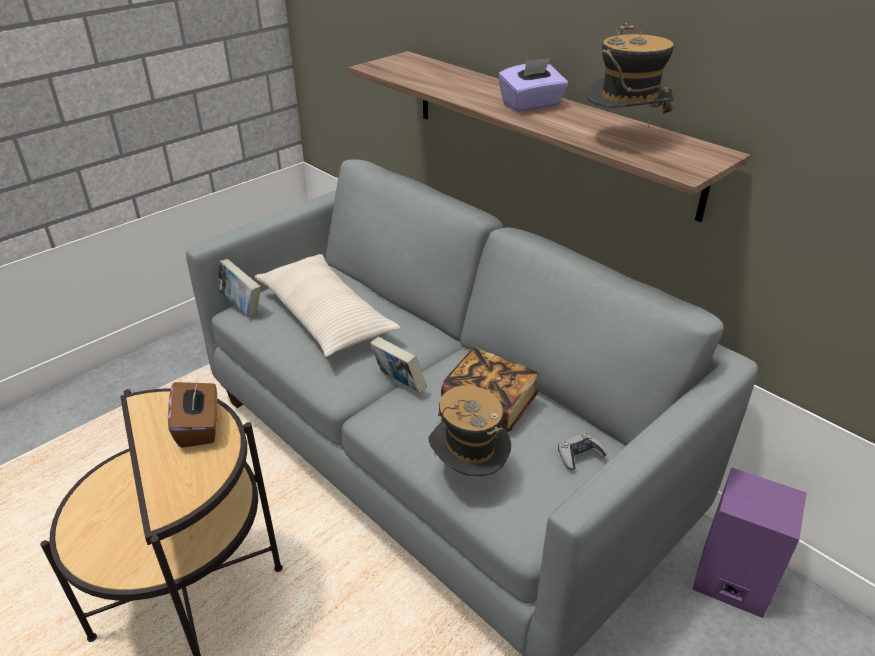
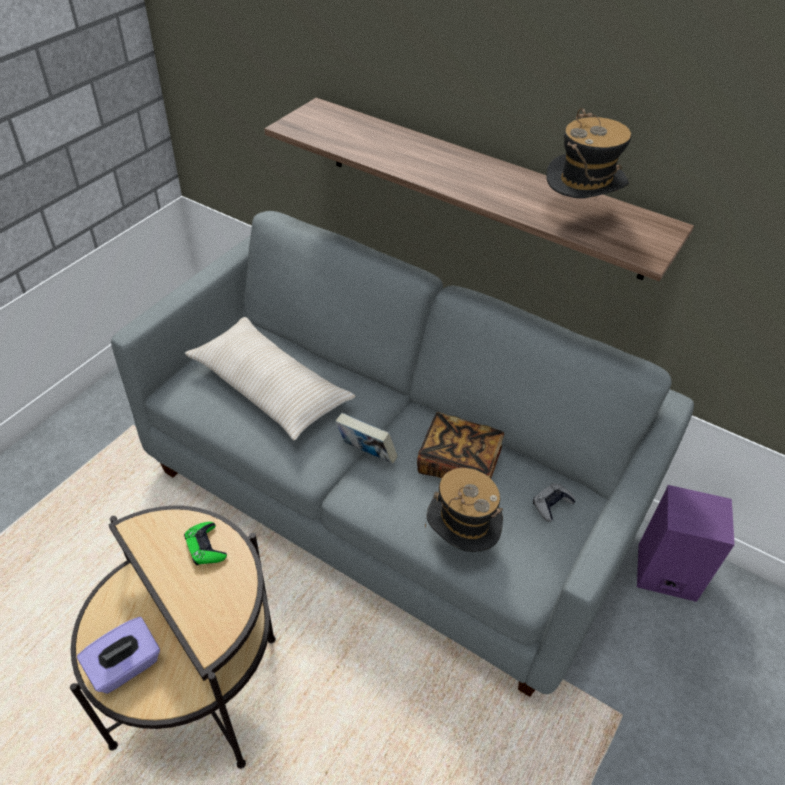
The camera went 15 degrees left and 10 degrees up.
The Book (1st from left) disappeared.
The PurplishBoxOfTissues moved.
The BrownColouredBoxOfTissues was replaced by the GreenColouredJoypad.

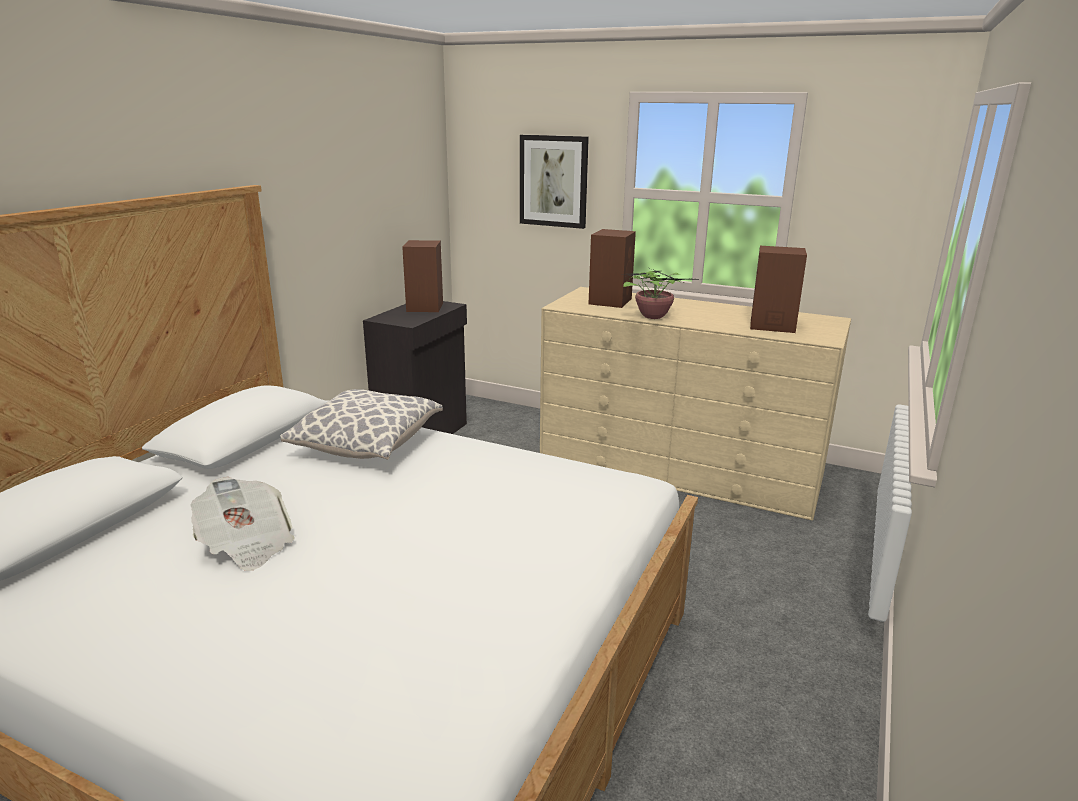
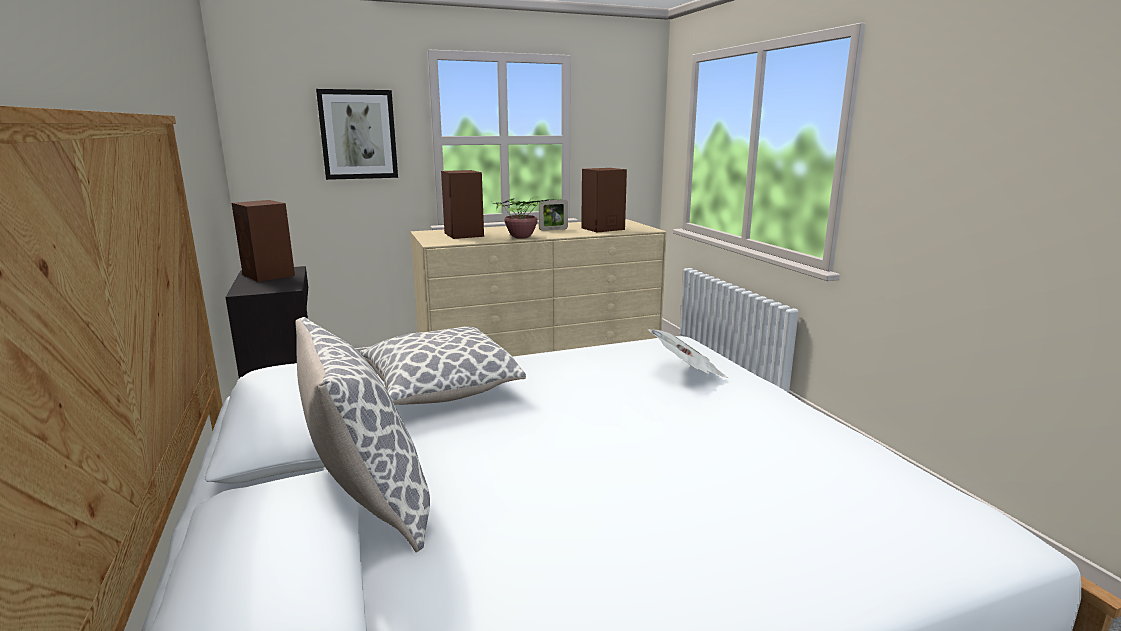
The camera went 45 degrees left and 5 degrees down.
The ThrowPillow (1st from left) appeared.
The PhotoFrame appeared.
The Newspaper moved.

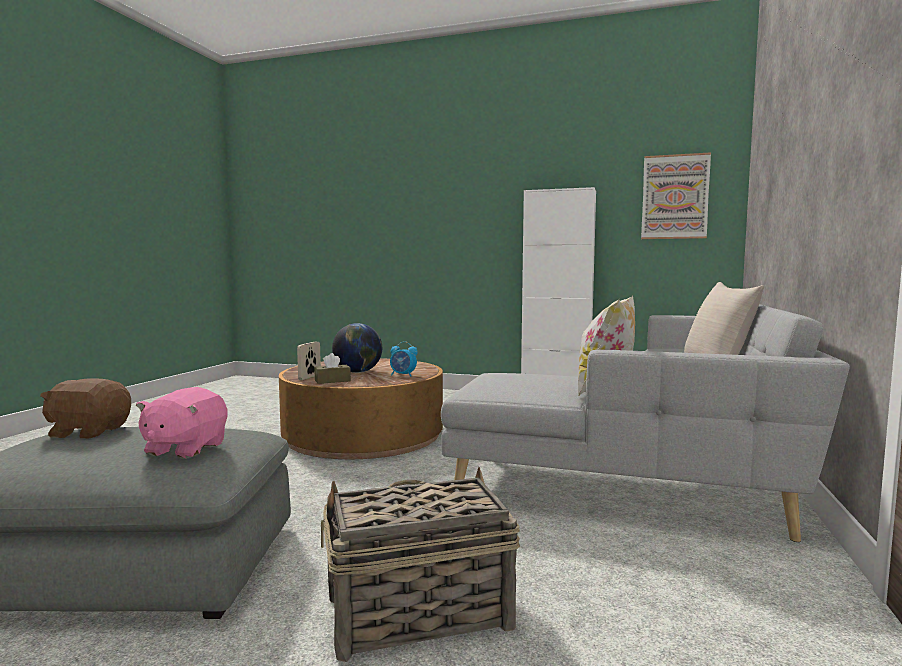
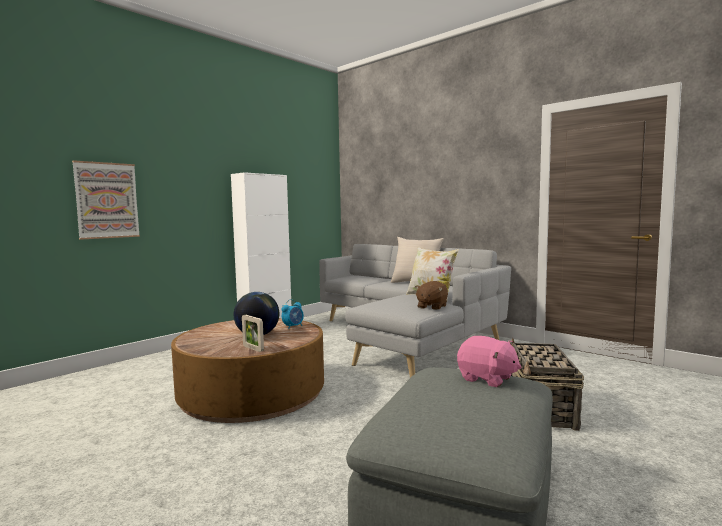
The camera went 65 degrees left and 0 degrees up.
The BrownColouredBoxOfTissues disappeared.
The BrownColouredSoftToy moved.
The WallPicture moved.

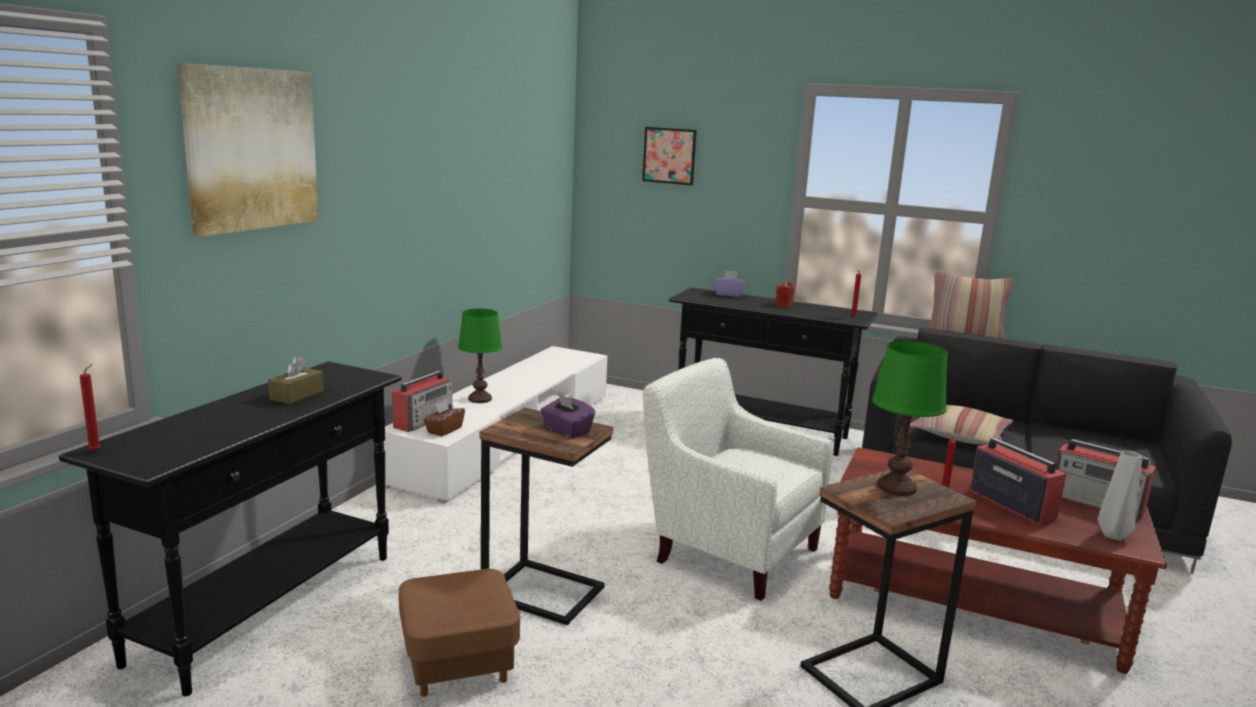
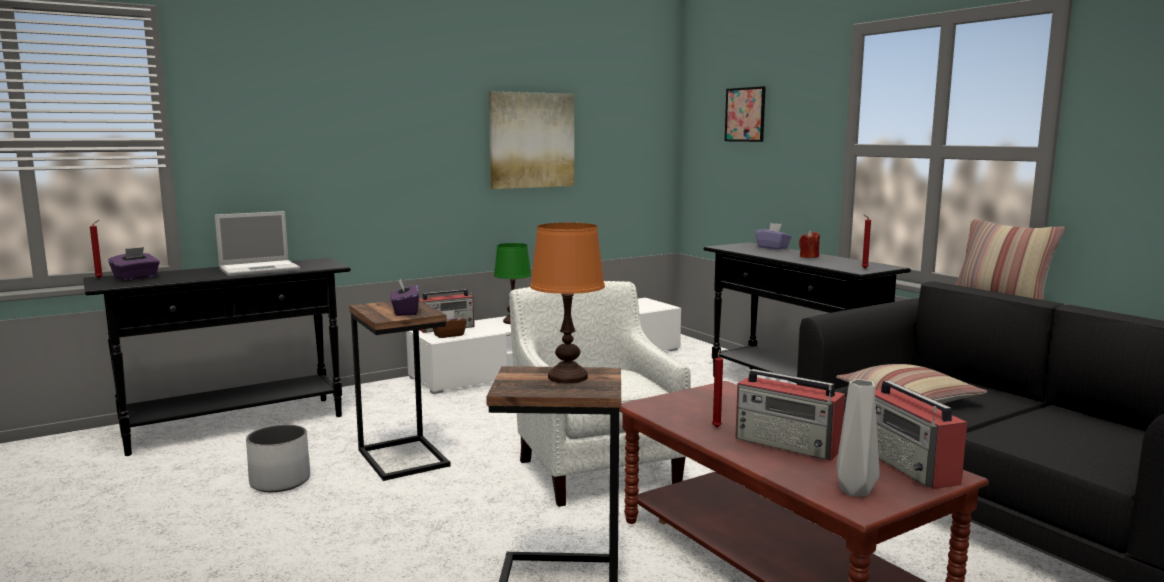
The camera went 35 degrees right and 5 degrees down.
The PurplishBoxOfTissues (1st from left) appeared.
The WallPicture (1st from left) moved.
The BrownColouredBoxOfTissues (1st from left) was replaced by the PortableComputer.
The BrownColouredFootrest was replaced by the WhitePlantPot.
The GreenColouredLampForATable (2nd from left) became the OrangeColouredLampForATable.
The RadioReceiver (2nd from left) turned 120 degrees clockwise.

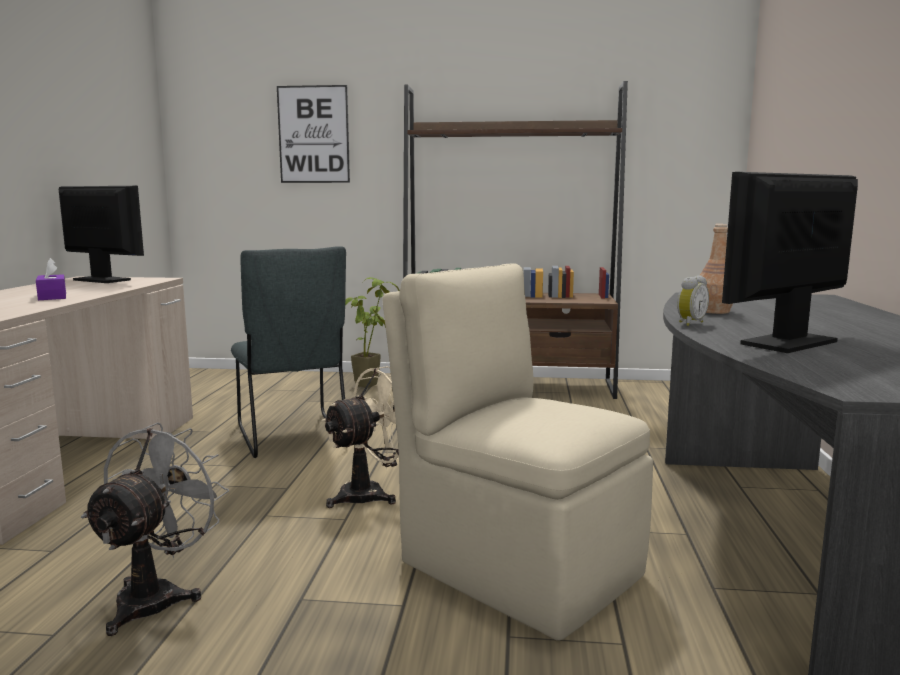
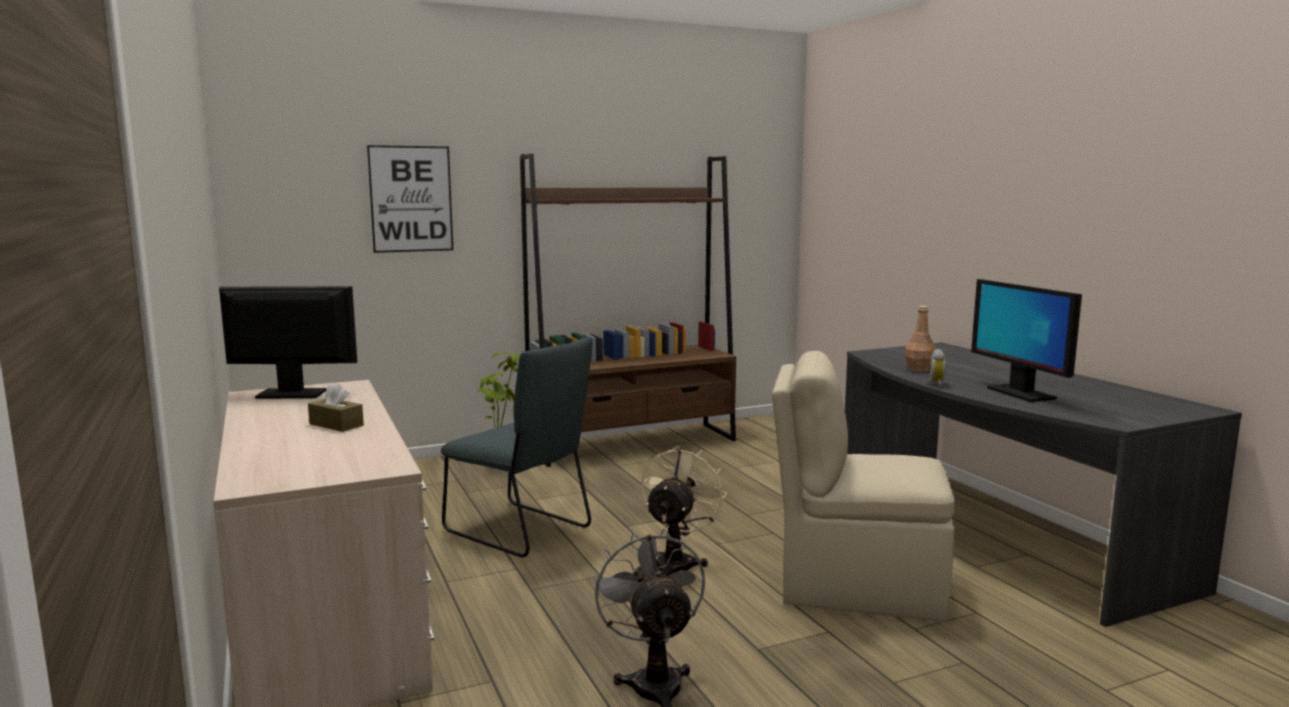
The camera went 30 degrees left and 0 degrees up.
The PurplishBoxOfTissues became the BrownColouredBoxOfTissues.
The ComputerScreen (2nd from left) turned 45 degrees counterclockwise.

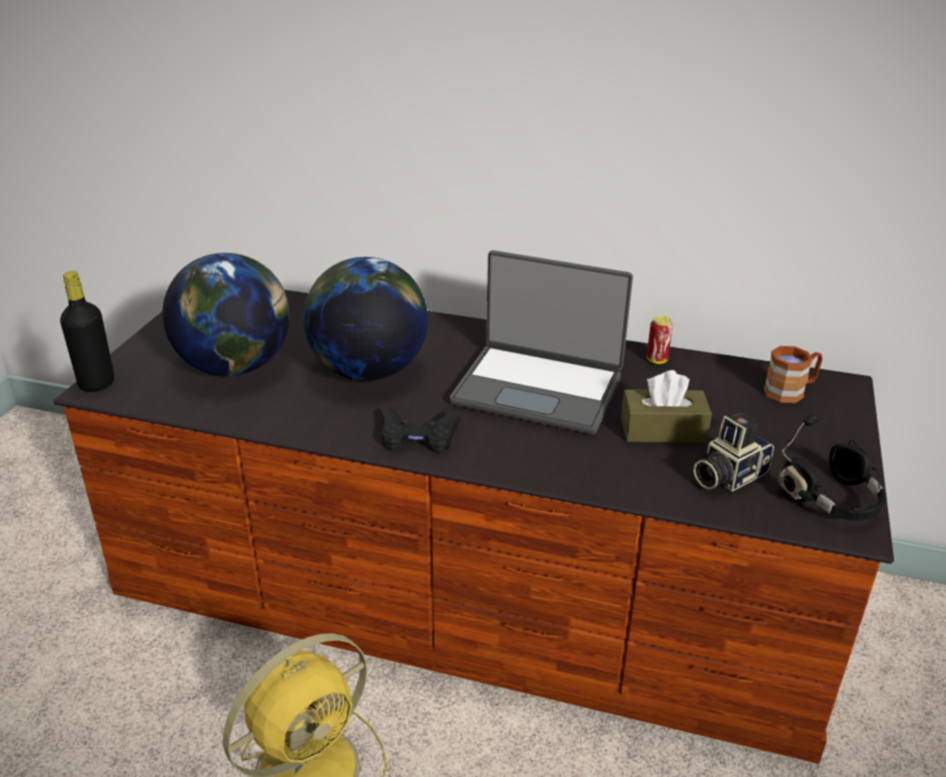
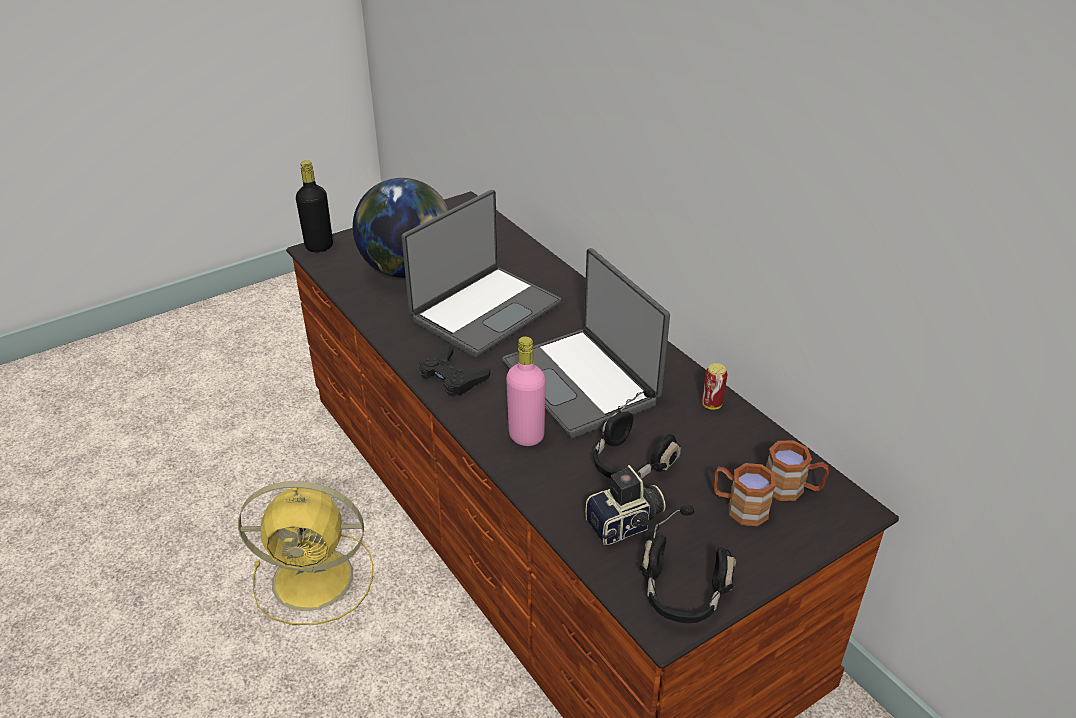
The camera went 40 degrees right and 5 degrees up.
The PinkishDrinkBottle appeared.
The BrownColouredMug (1st from left) appeared.
The DeskGlobe (2nd from left) was replaced by the PortableComputer (1st from left).
The BrownColouredBoxOfTissues was replaced by the BlackHeadphones (1st from left).
The StillCamera turned 150 degrees clockwise.

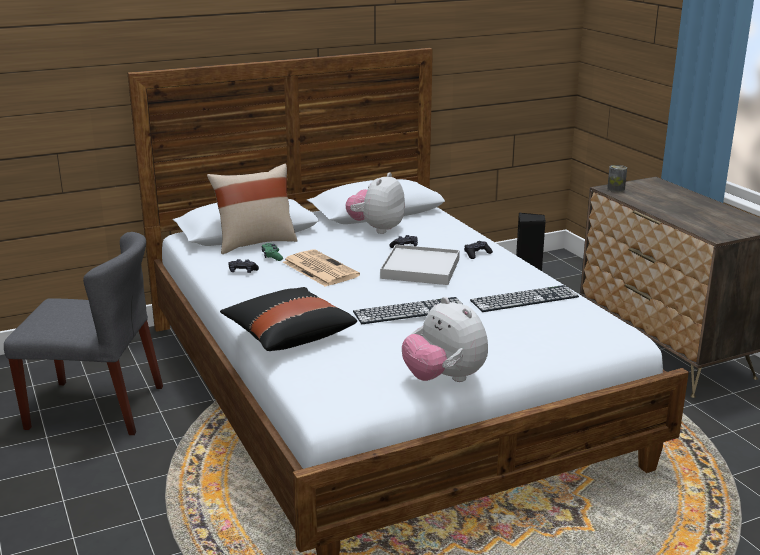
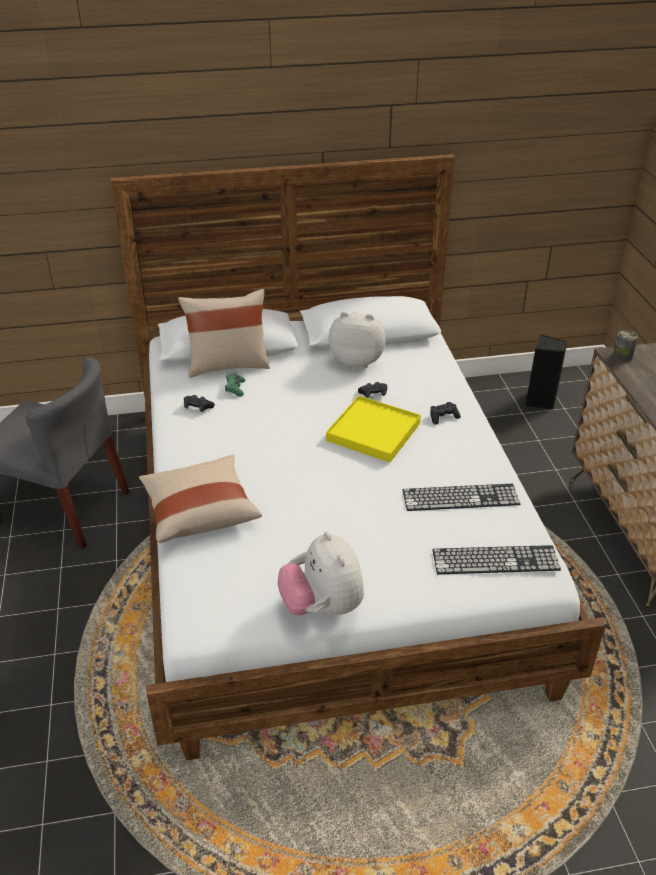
The camera went 15 degrees right and 15 degrees up.
The Newspaper disappeared.
The PcKeyboard (1st from left in the first image) moved.
The BlackThrowPillow became the SandColouredThrowPillow (1st from left).
The WhiteServingTray became the YellowServingTray.
The SoftToy (1st from left in the first image) turned 60 degrees clockwise.

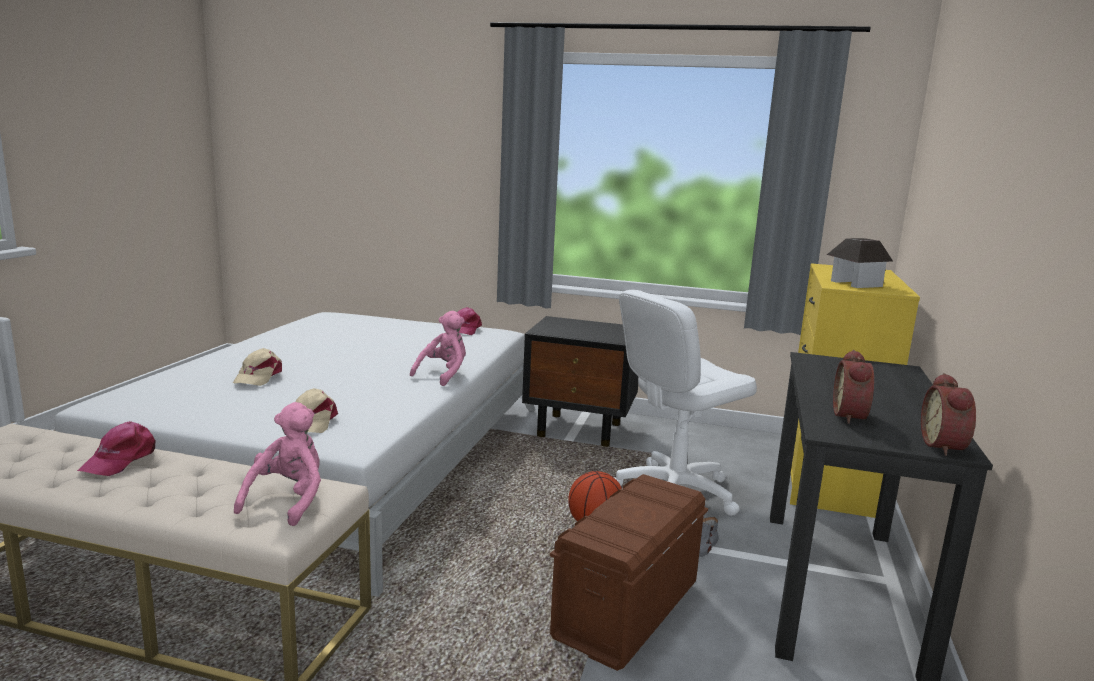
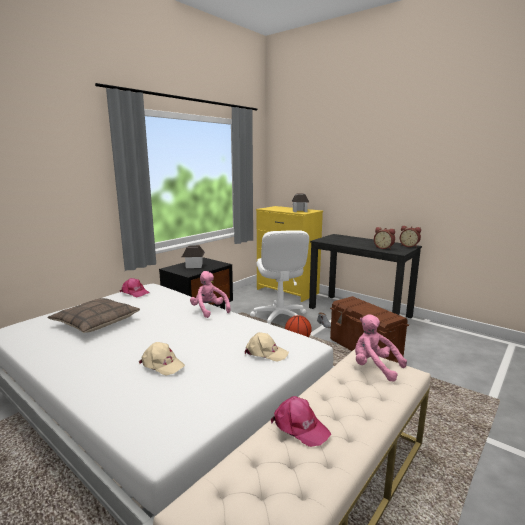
The camera went 65 degrees left and 0 degrees up.
The ThrowPillow appeared.
The ToyHouse (1st from left) appeared.

